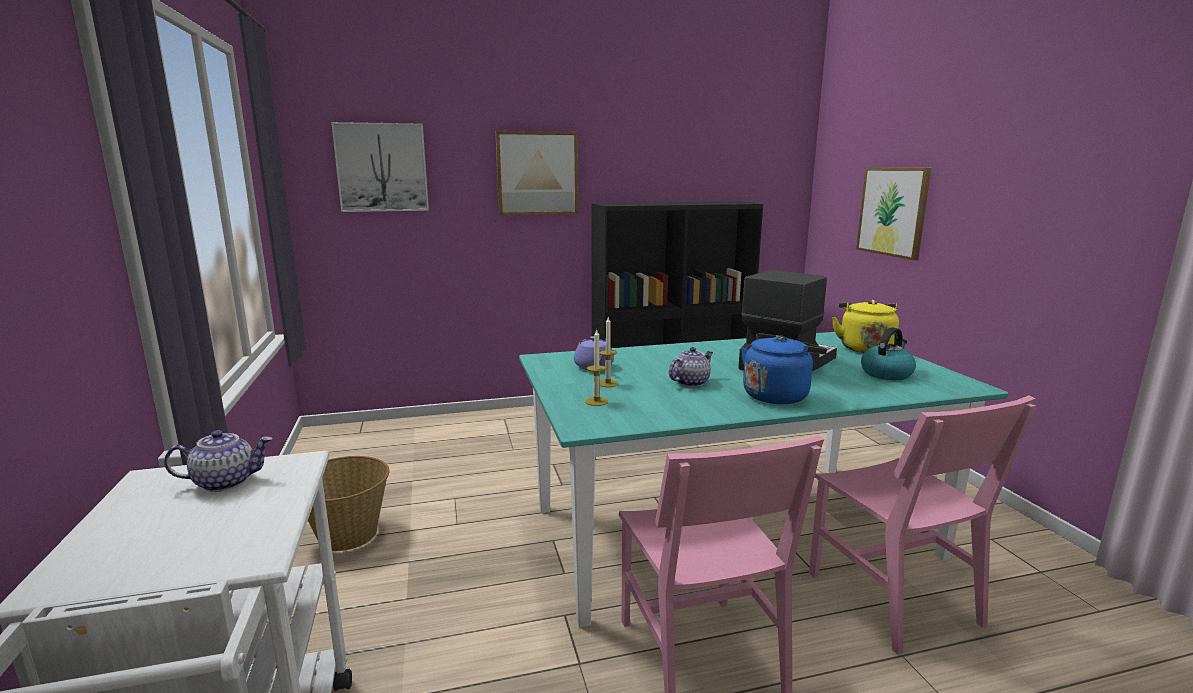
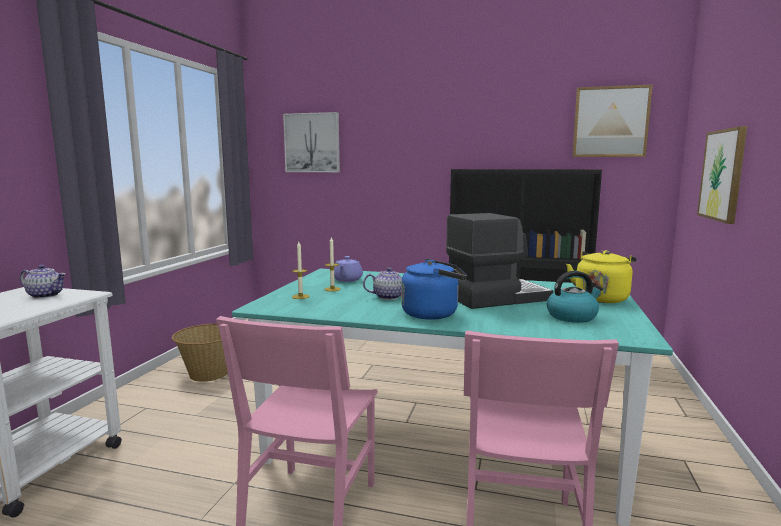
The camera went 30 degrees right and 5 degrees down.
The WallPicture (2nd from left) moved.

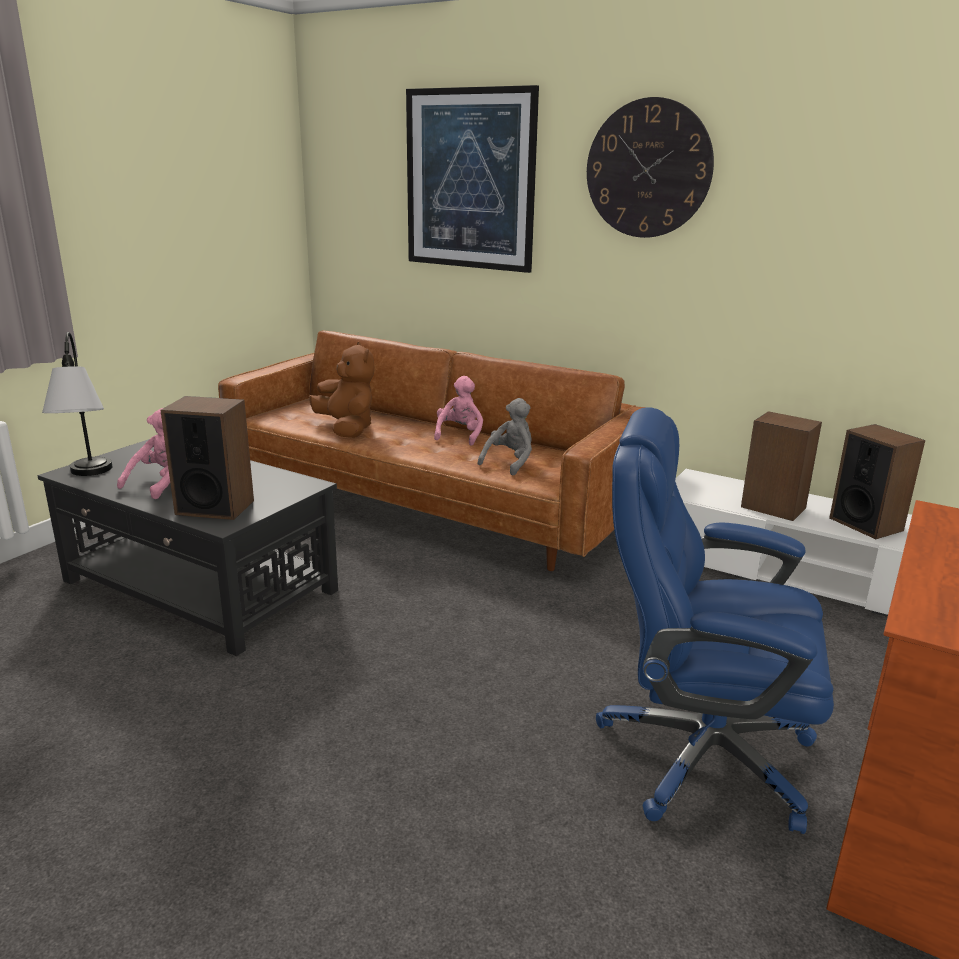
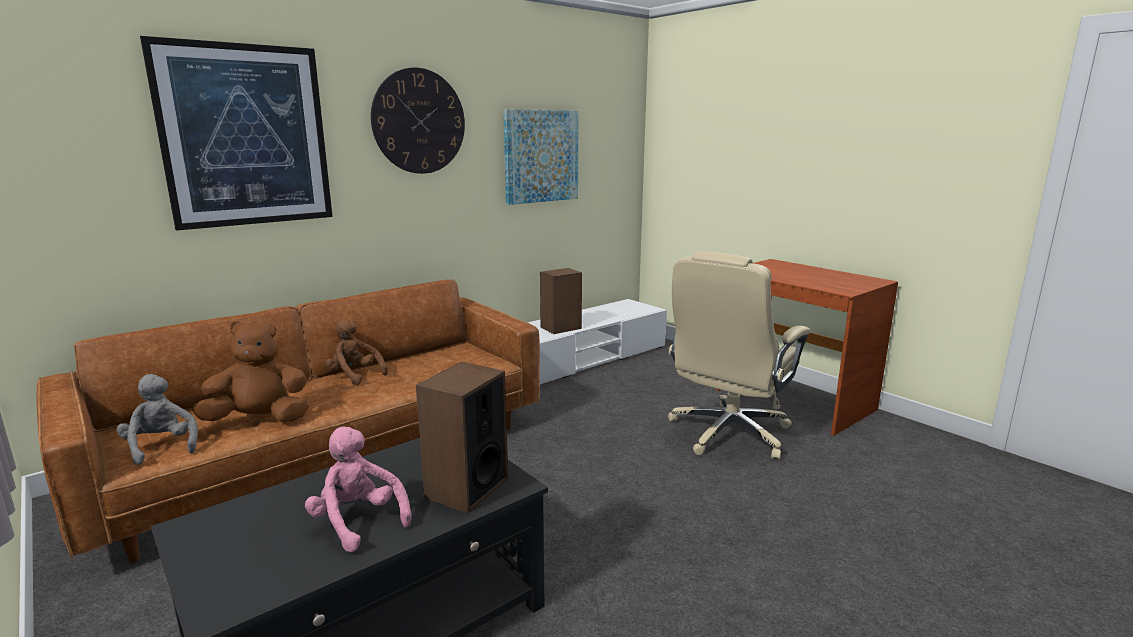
The camera went 70 degrees left and 5 degrees down.
The LampForATable disappeared.
The Speaker (3rd from left) disappeared.
The WallPicture (2nd from left) appeared.
The GreySoftToy moved.
The PinkishSoftToy (2nd from left) became the BrownColouredSoftToy (2nd from left).
The BlueColouredDeskChair became the SandColouredDeskChair.

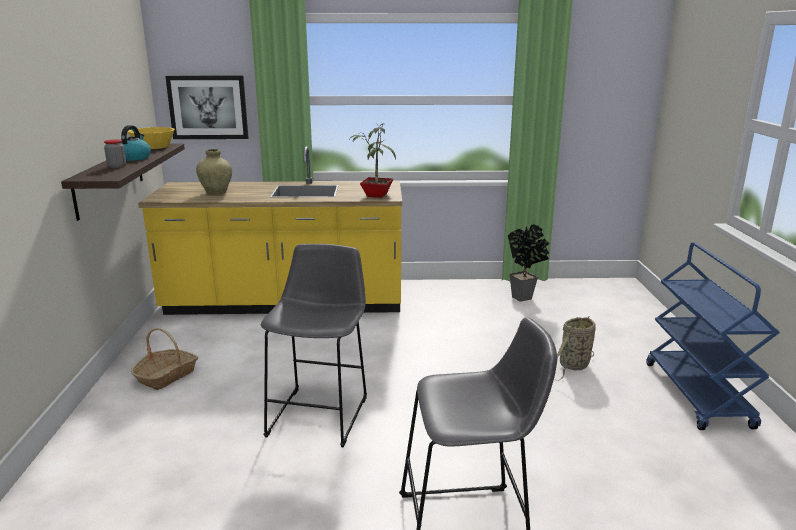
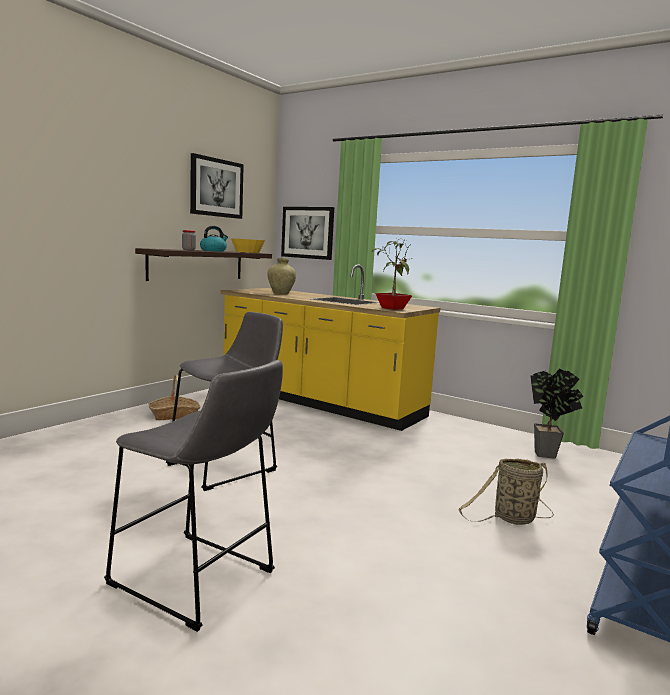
The camera went 35 degrees right and 10 degrees down.
The WallPicture (1st from left) appeared.

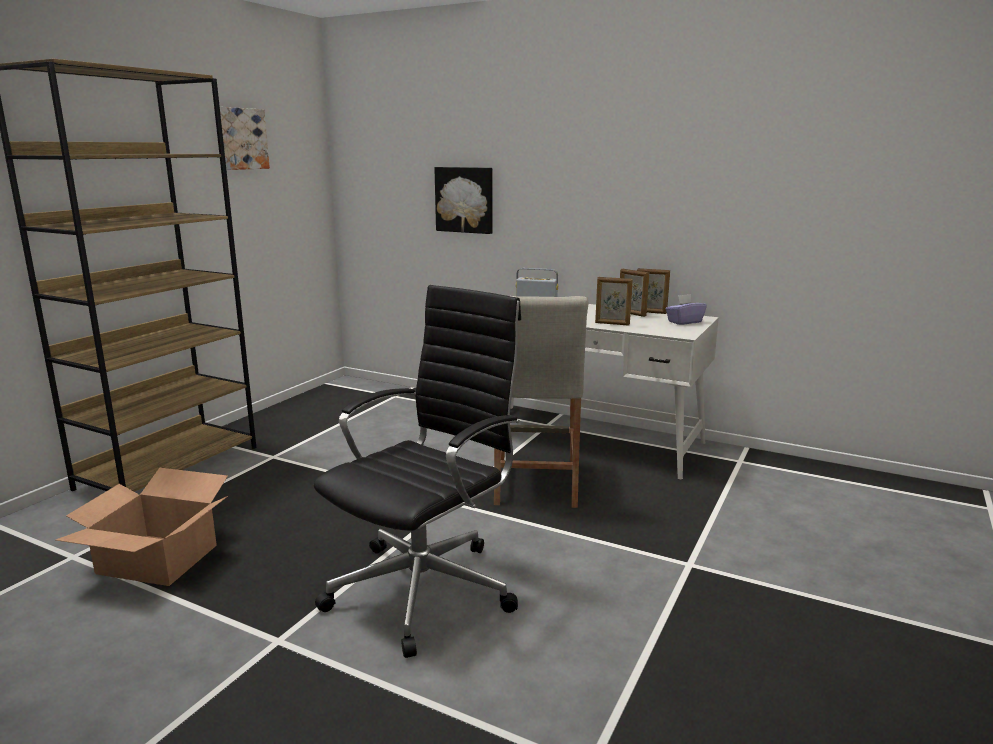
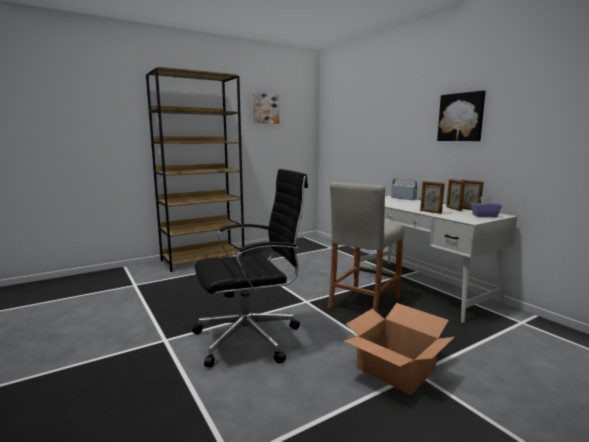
The camera went 30 degrees right and 5 degrees down.
The Carton moved.
The WallPicture (2nd from left) moved.

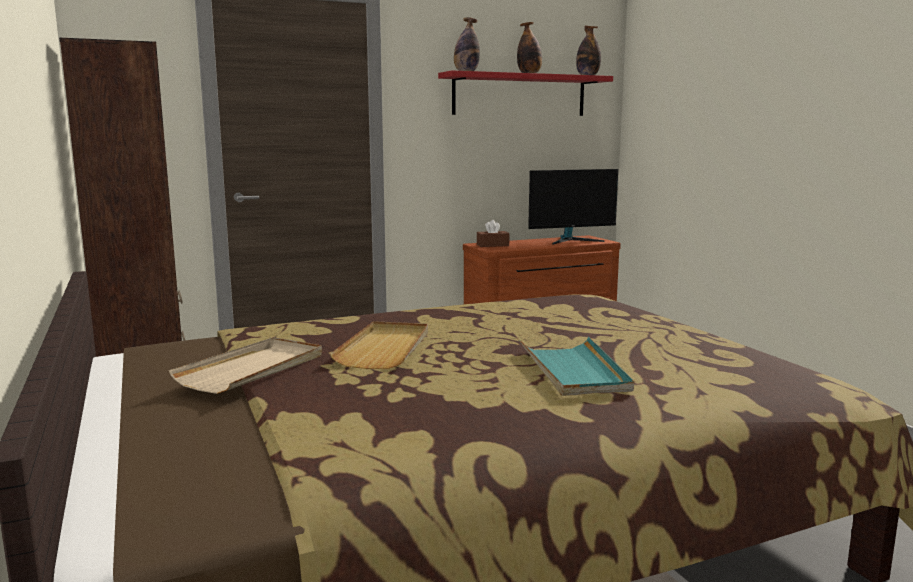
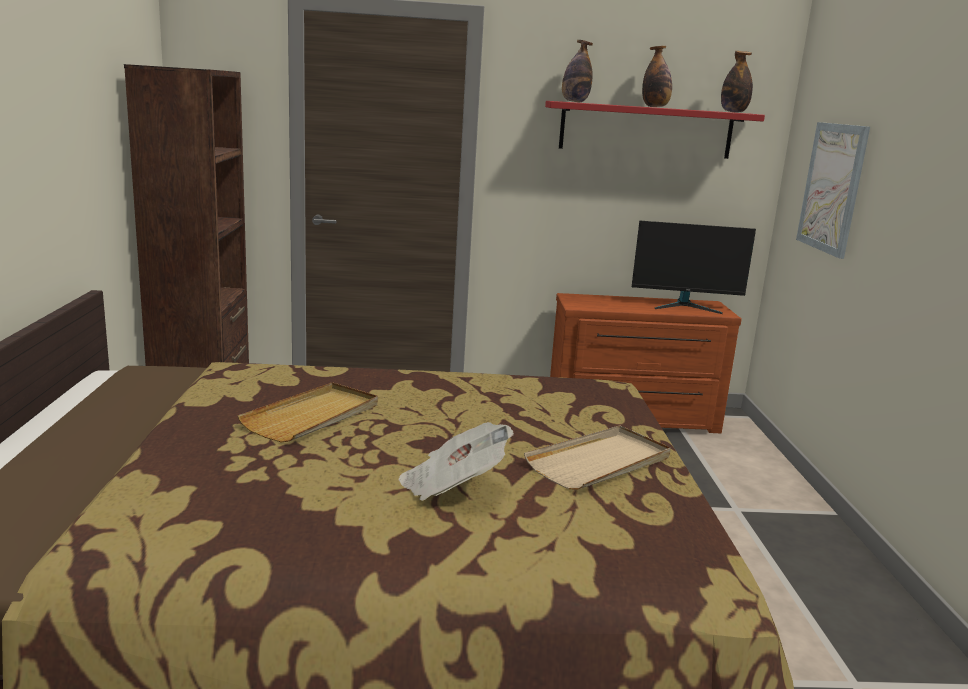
The camera went 20 degrees right and 5 degrees up.
The BrownColouredBoxOfTissues disappeared.
The WallPicture appeared.
The SandColouredServingTray (1st from left in the first image) moved.
The BlueGreenServingTray was replaced by the Newspaper.

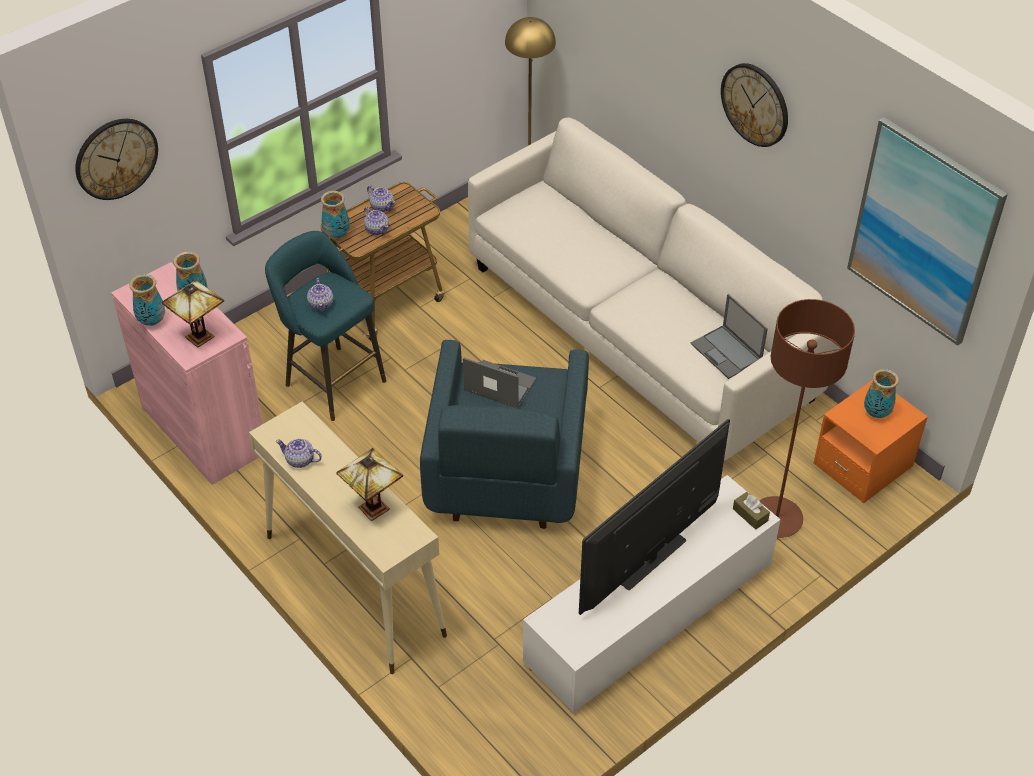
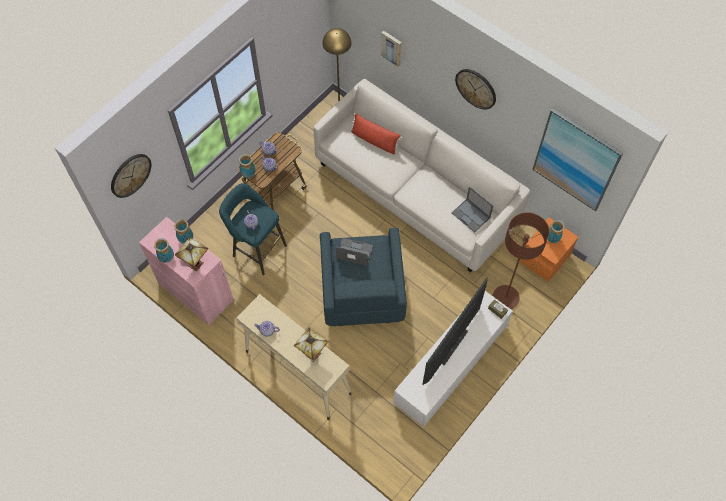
The camera went 10 degrees left and 15 degrees up.
The ReddishThrowPillow appeared.
The WallPicture (1st from left) appeared.

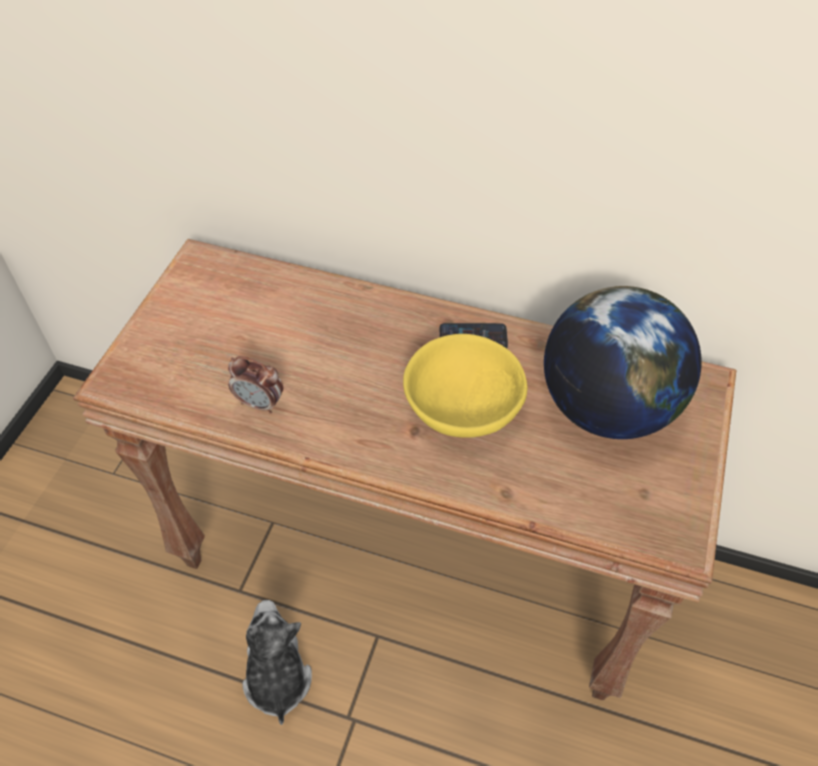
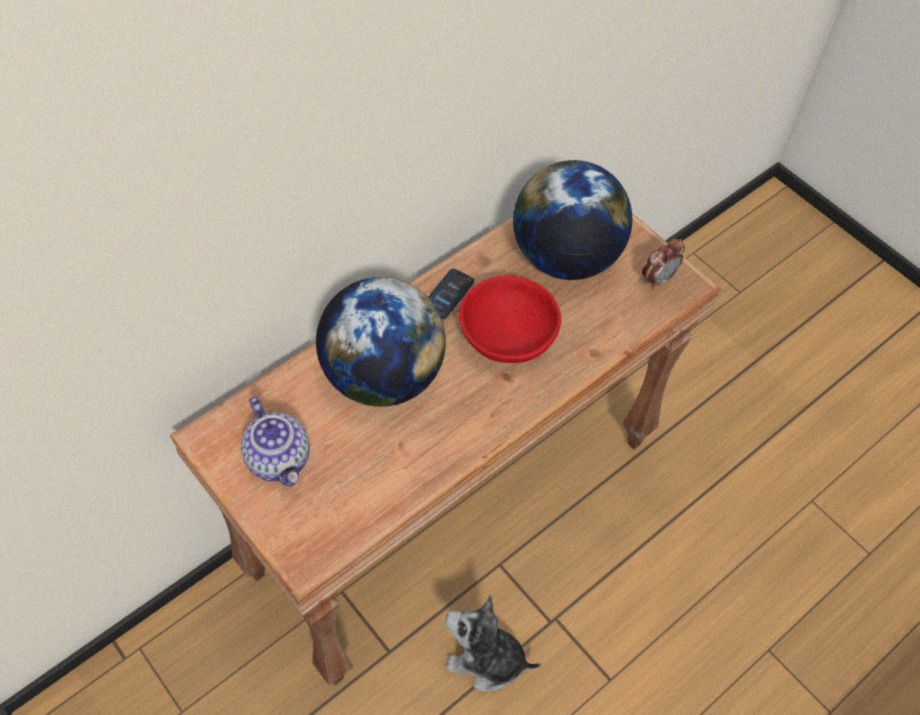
The camera went 60 degrees left and 5 degrees up.
The PotForTea appeared.
The DeskGlobe (1st from left) appeared.
The BedsideClock moved.
The YellowBowl became the ReddishBowl.

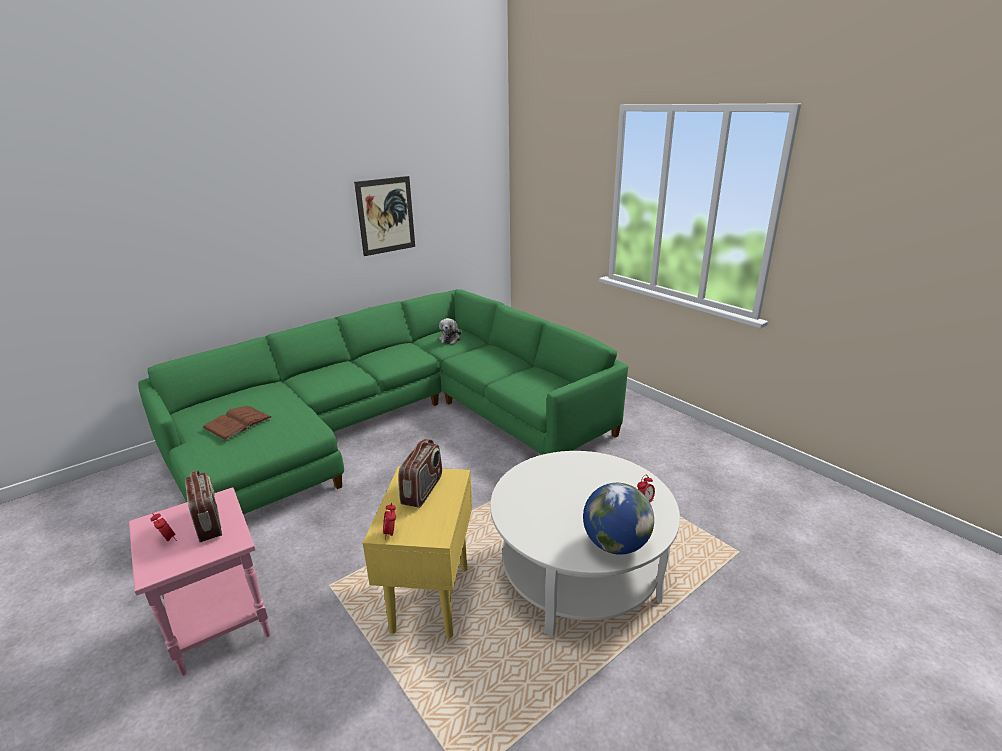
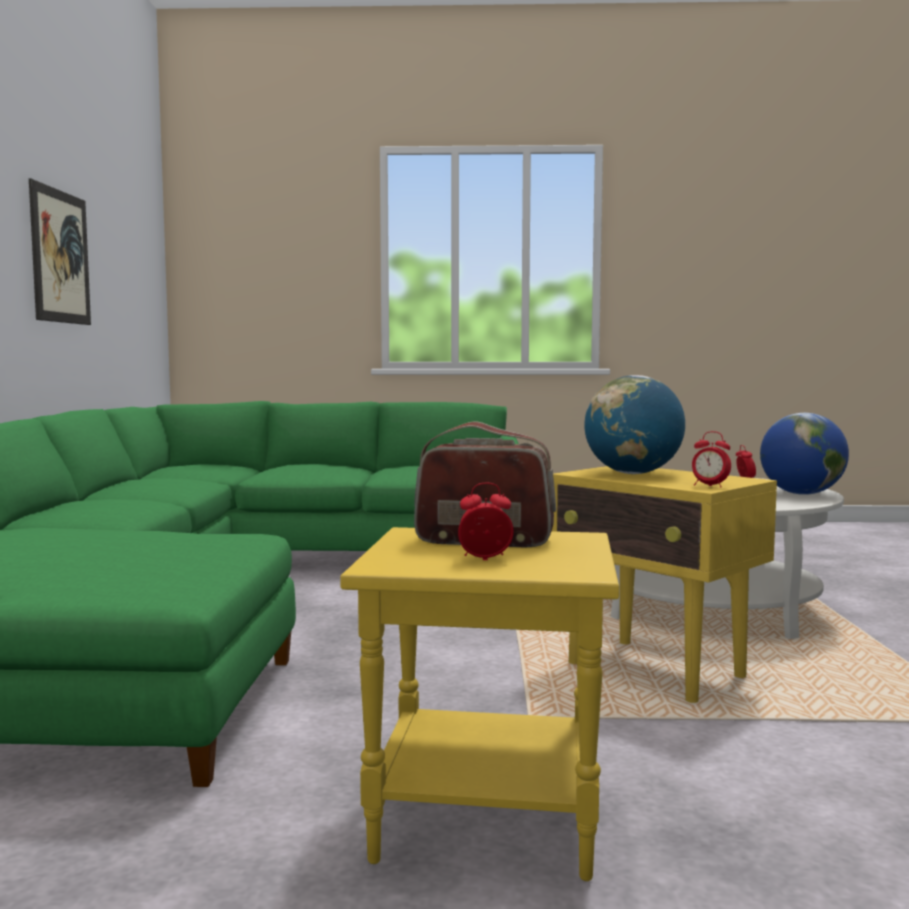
The camera went 50 degrees left and 20 degrees down.
The BrownColouredBook disappeared.
The SoftToy disappeared.
The RadioReceiver (2nd from left) was replaced by the DeskGlobe (1st from left).
The PinkishSideTable became the YellowSideTable (1st from left).

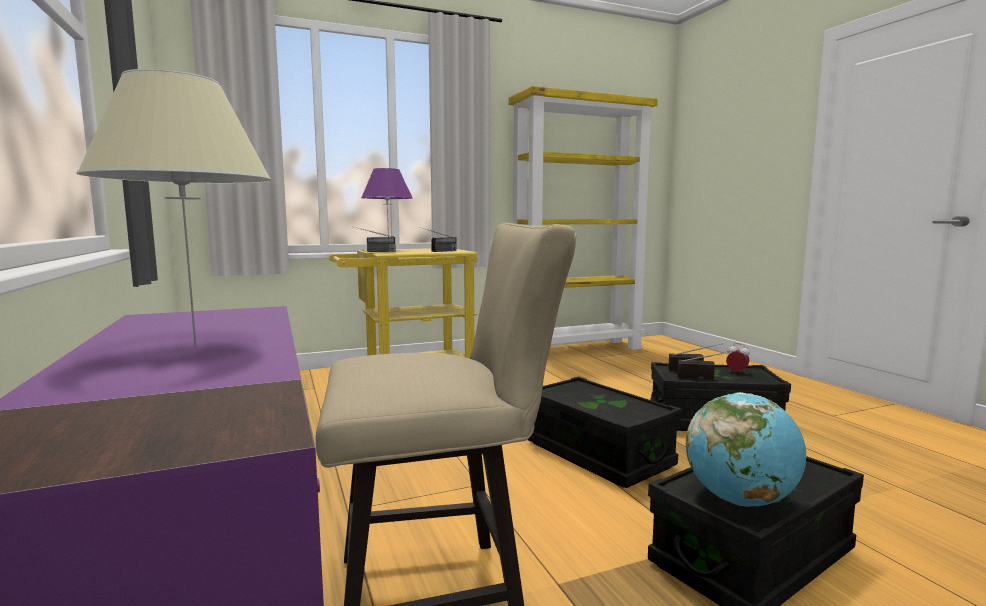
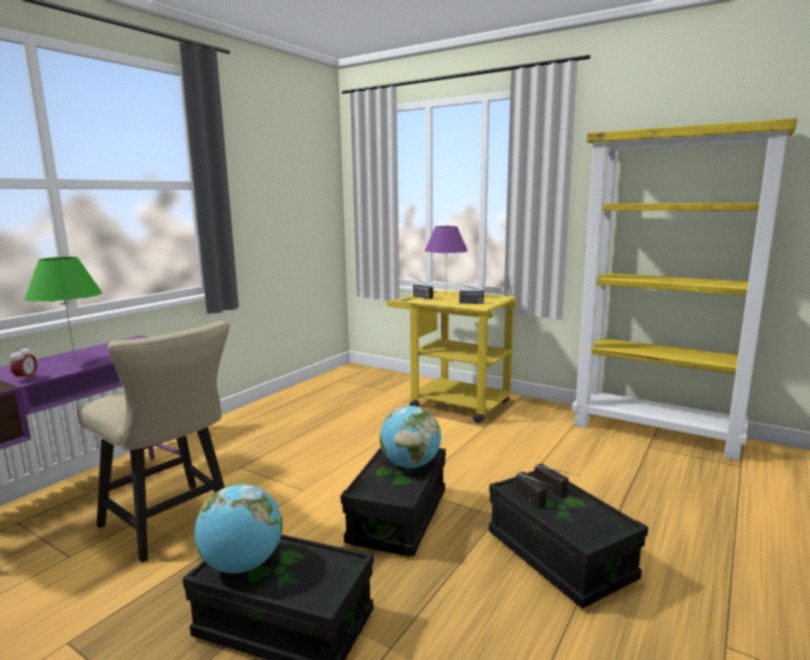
The camera went 55 degrees right and 5 degrees up.
The DeskGlobe (2nd from left) appeared.
The BedsideClock moved.
The SandColouredLampForATable became the GreenColouredLampForATable.

